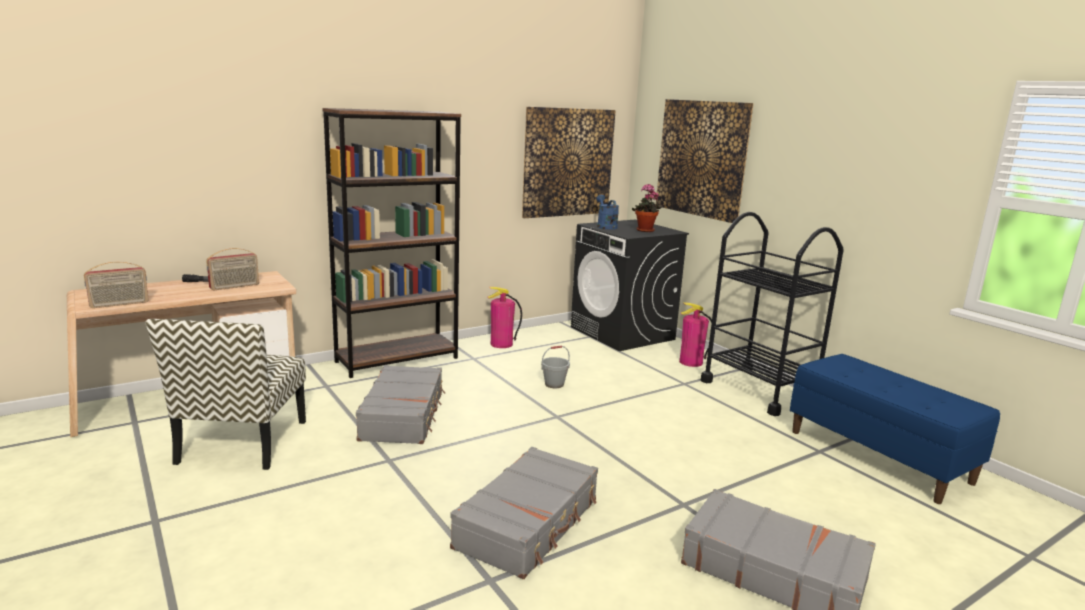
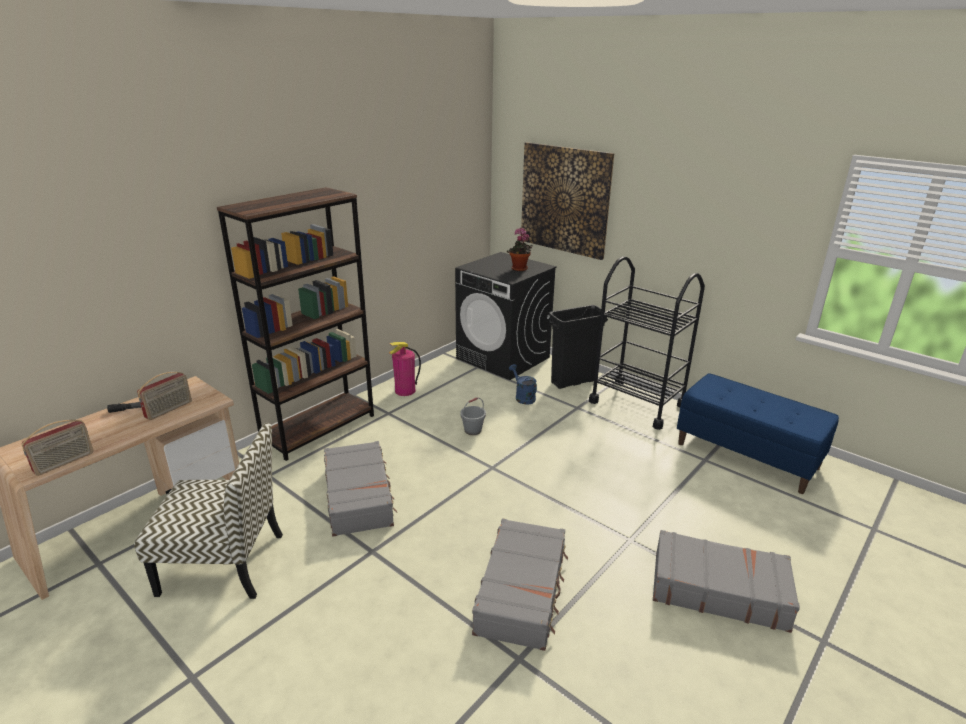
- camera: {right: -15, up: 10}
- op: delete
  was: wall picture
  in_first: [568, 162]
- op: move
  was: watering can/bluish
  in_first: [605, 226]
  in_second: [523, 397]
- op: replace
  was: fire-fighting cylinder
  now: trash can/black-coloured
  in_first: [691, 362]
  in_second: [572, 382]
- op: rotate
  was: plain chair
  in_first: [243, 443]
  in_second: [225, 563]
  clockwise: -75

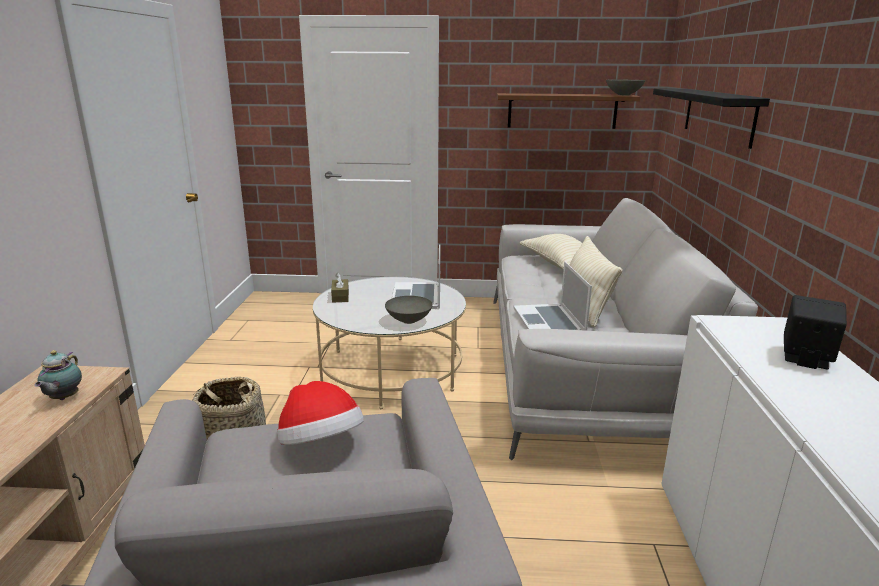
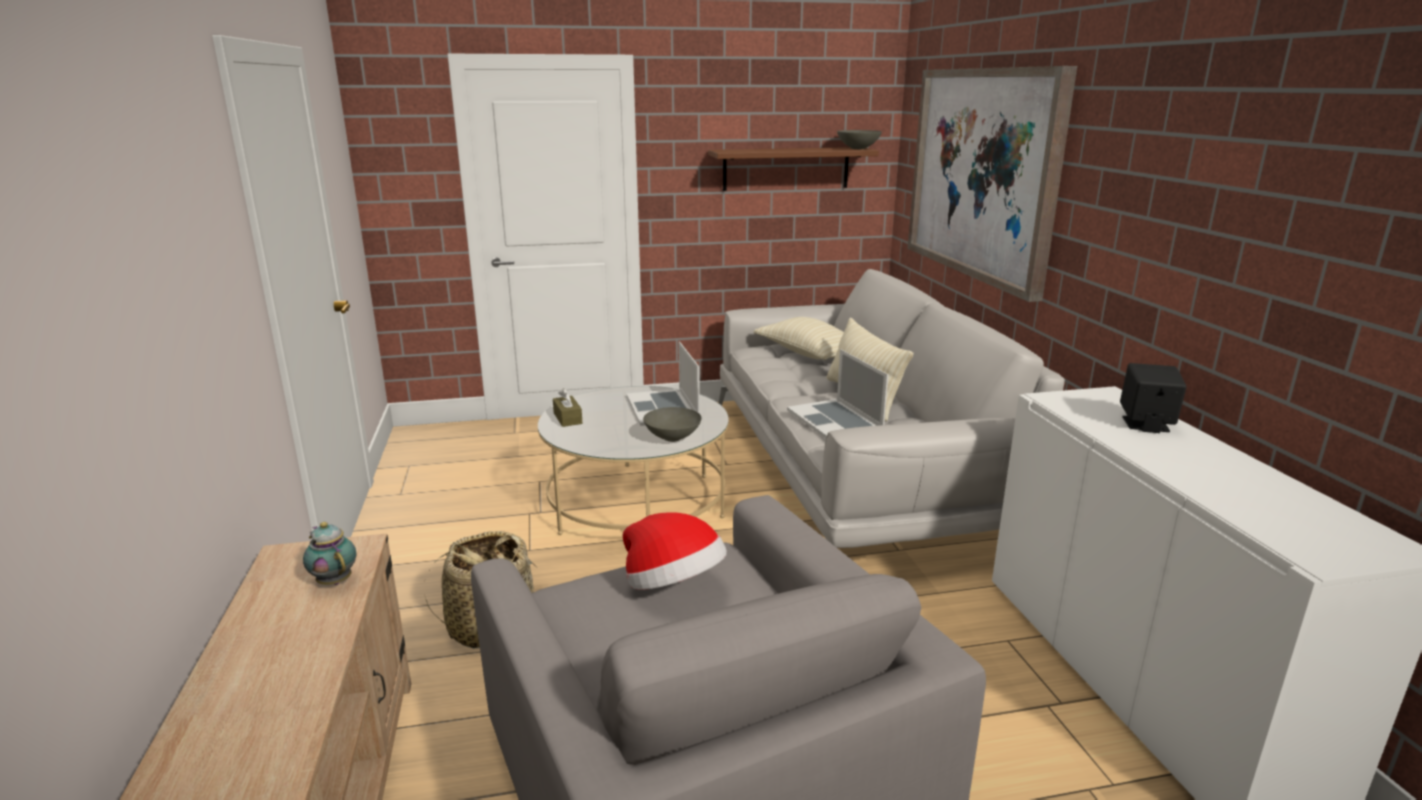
- camera: {right: -15, up: 0}
- op: replace
  was: bracket shelf/black-coloured
  now: wall picture
  in_first: [718, 115]
  in_second: [983, 174]
- op: rotate
  was: pot for tea
  in_first: [63, 398]
  in_second: [334, 580]
  clockwise: 150

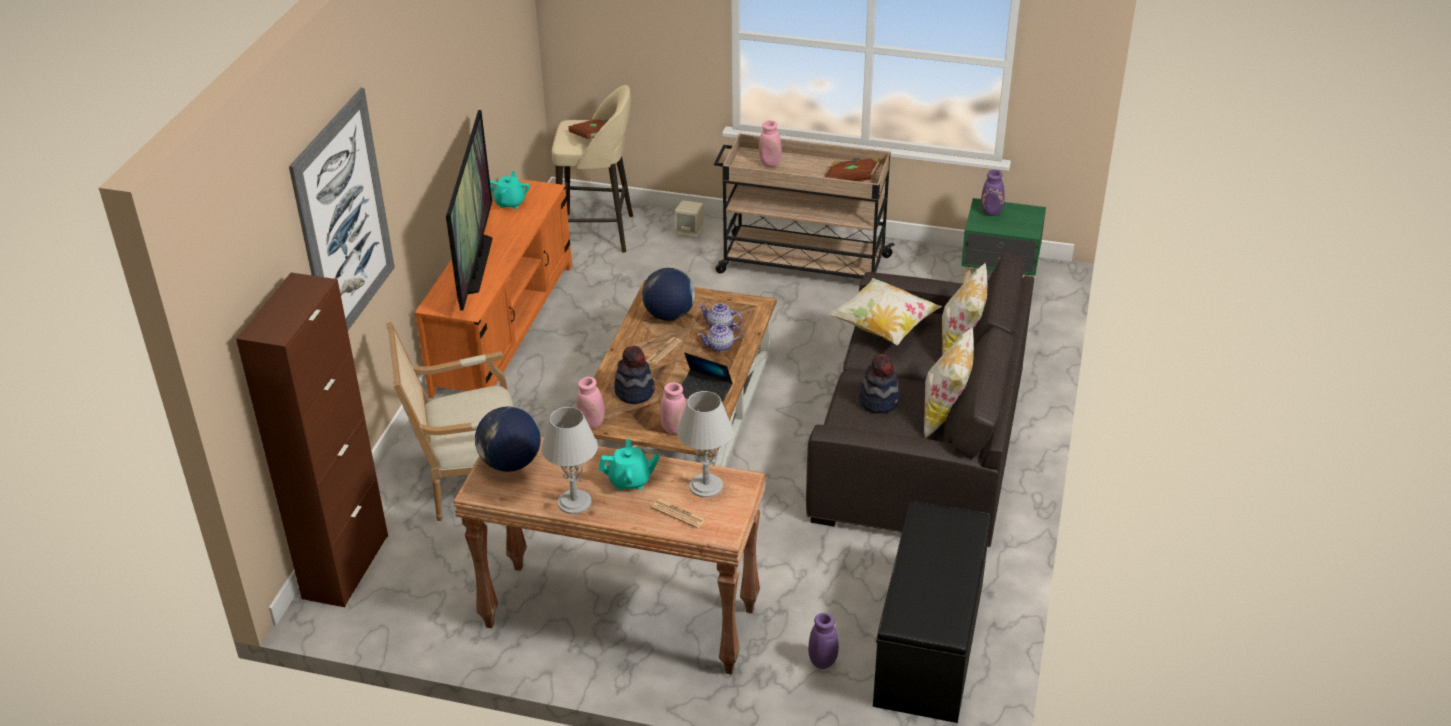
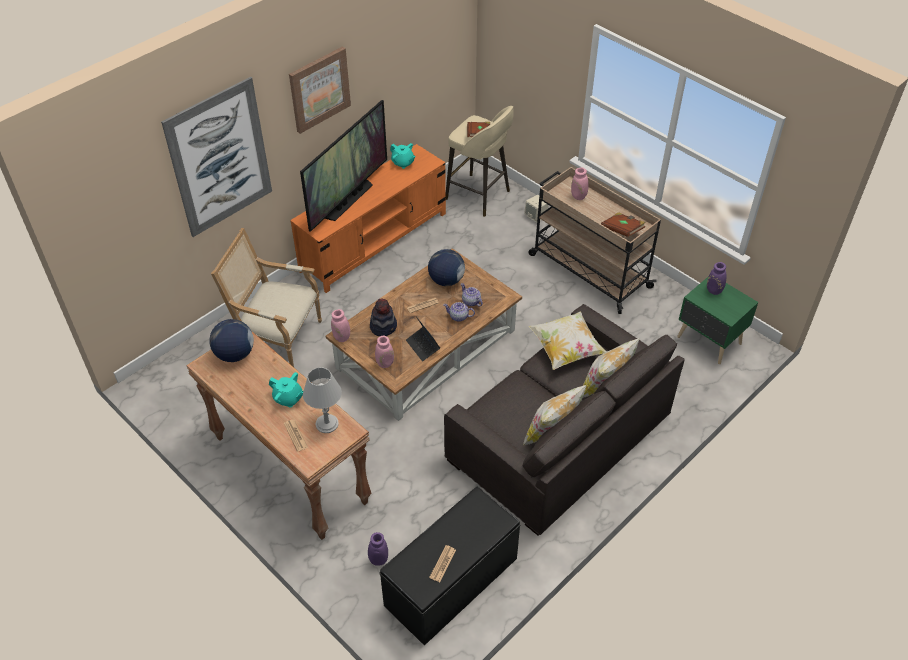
- camera: {right: 30, up: 10}
- op: rotate
  was: pot for tea/turquoise
  in_first: [510, 202]
  in_second: [403, 163]
  clockwise: 90
- op: delete
  was: storage cabinet/brown-coloured
  in_first: [346, 566]
- op: delete
  was: clothing hat
  in_first: [879, 400]
- op: delete
  was: lamp for a table/grey
  in_first: [574, 502]
- op: insert
  now: wall picture
  in_second: [319, 89]
- op: insert
  now: daily paper
  in_second: [442, 564]

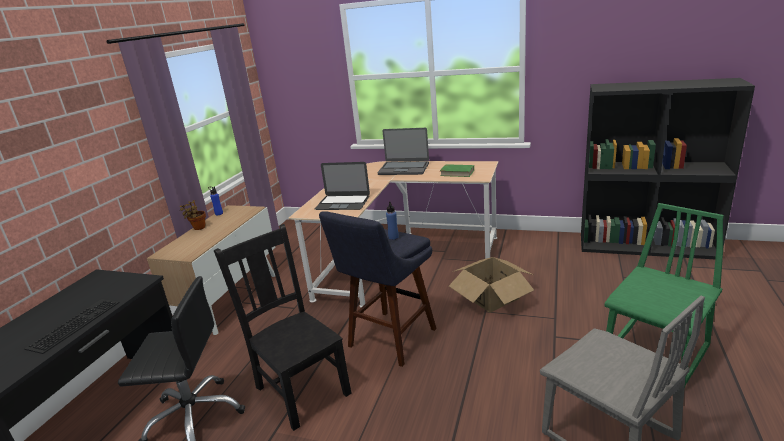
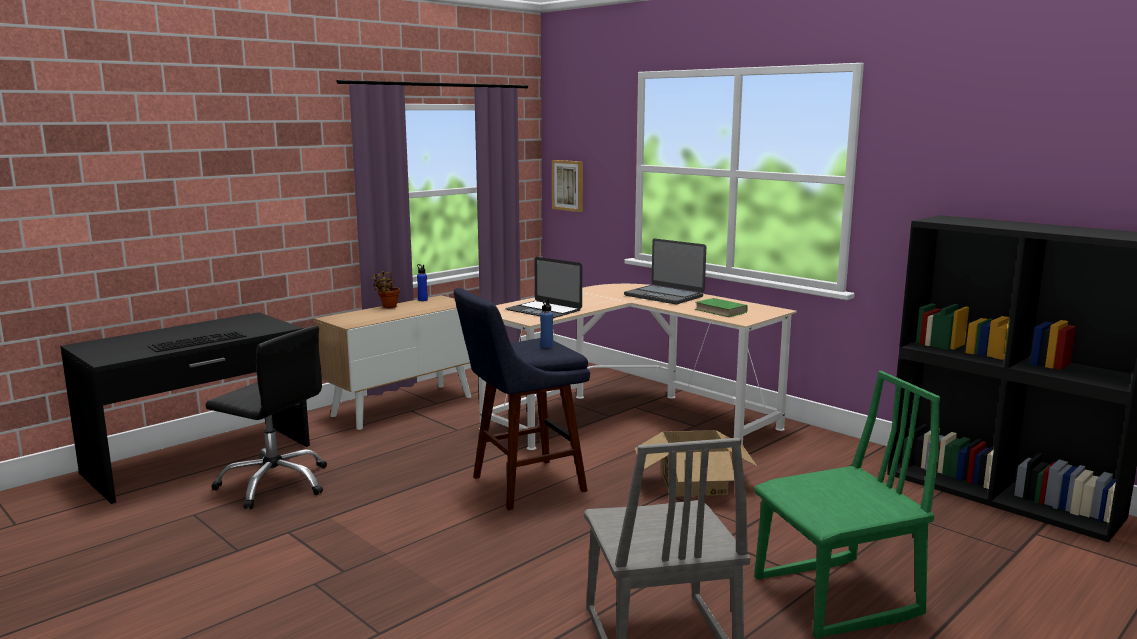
- camera: {right: 25, up: -10}
- op: delete
  was: plain chair/black-coloured
  in_first: [301, 388]
- op: insert
  now: wall picture
  in_second: [568, 185]

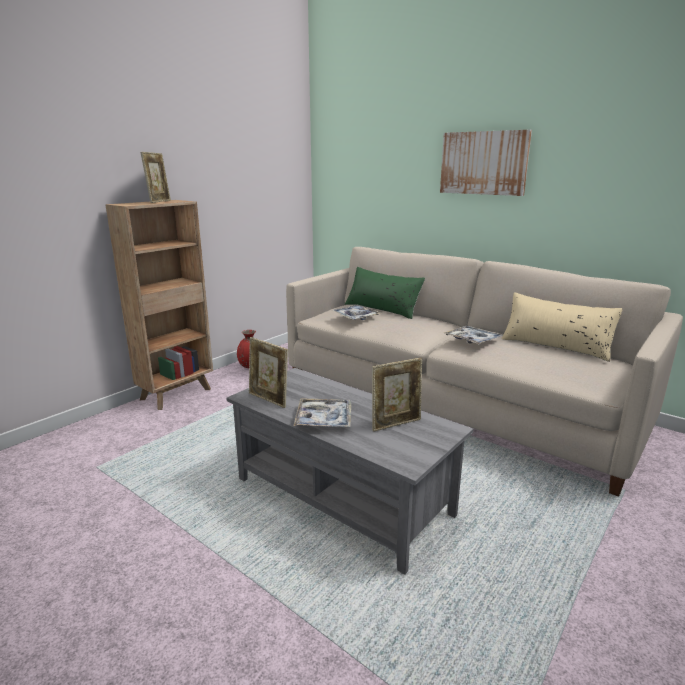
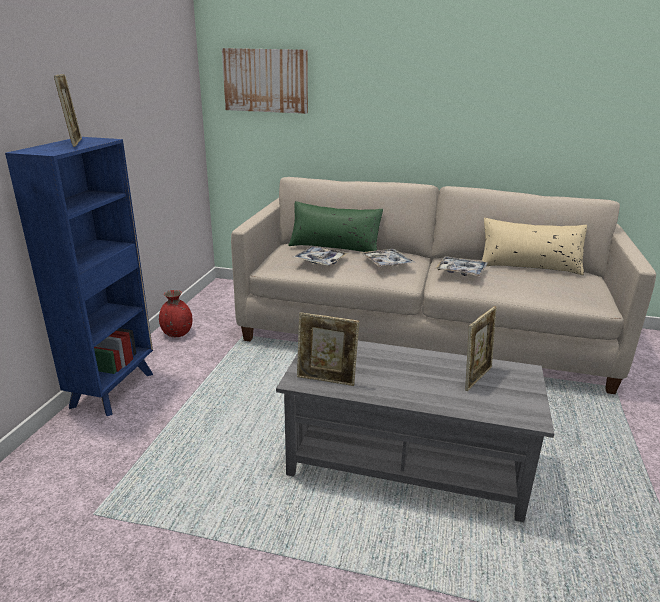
- camera: {right: -25, up: 5}
- op: move
  was: wall picture
  in_first: [483, 163]
  in_second: [266, 80]
- op: recolor
  was: shelving unit/brown-coloured
  now: shelving unit/bluish
  in_first: [177, 394]
  in_second: [114, 389]
- op: move
  was: carrying tray
  in_first: [324, 419]
  in_second: [386, 263]

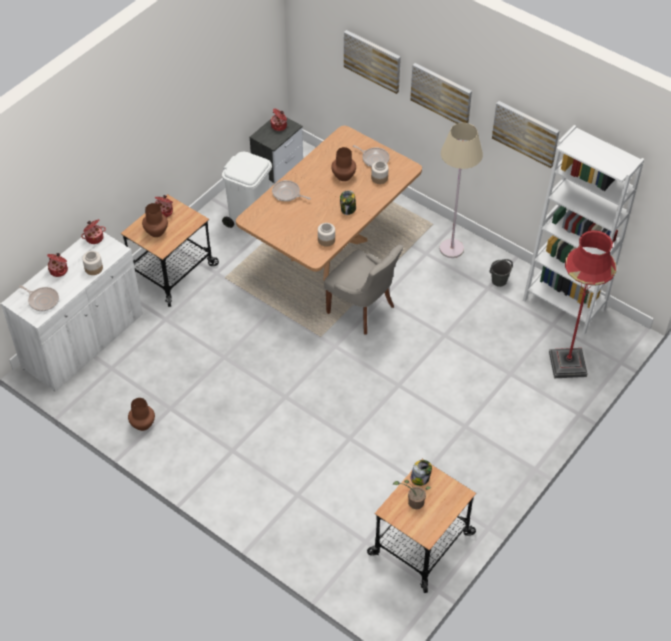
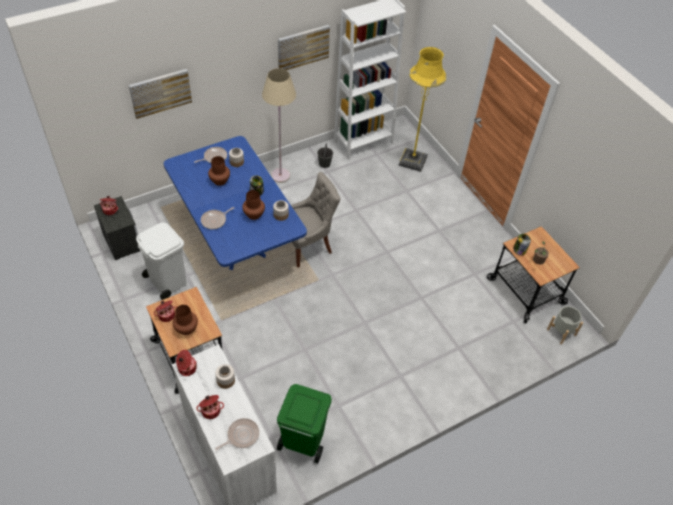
- camera: {right: -70, up: 0}
- op: delete
  was: wall picture
  in_first: [441, 94]
- op: recolor
  was: kitchen table/brown-coloured
  now: kitchen table/bluish
  in_first: [330, 250]
  in_second: [236, 242]
- op: recolor
  was: standard lamp/red-coloured
  now: standard lamp/yellowish
  in_first: [567, 364]
  in_second: [413, 161]
- op: move
  was: flower vase/brown-coloured
  in_first: [143, 424]
  in_second: [253, 214]
- op: insert
  now: plant pot/grey
  in_second: [561, 332]
- op: insert
  now: trash can/greenish
  in_second: [302, 442]

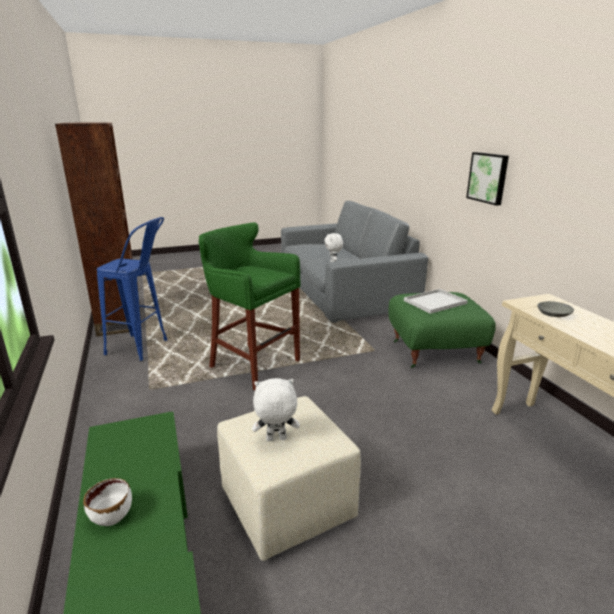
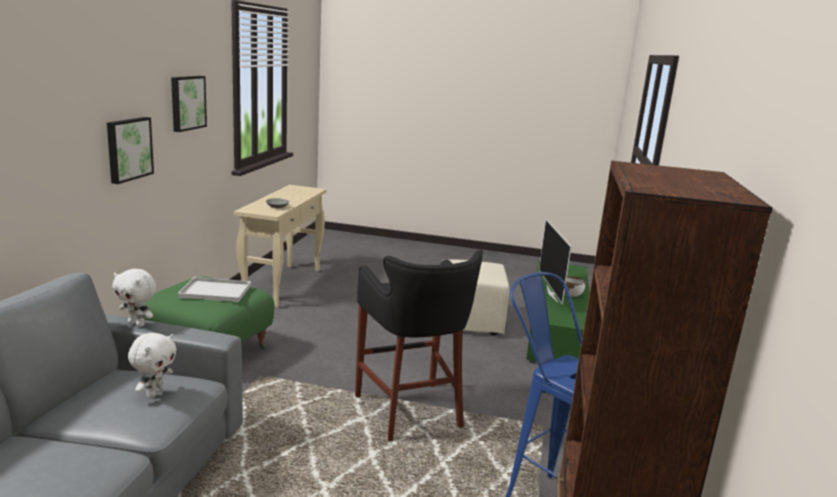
- camera: {right: -150, up: -5}
- op: recolor
  was: sitting stool/greenish
  now: sitting stool/black-coloured
  in_first: [252, 364]
  in_second: [411, 413]
- op: move
  was: soft toy/white
  in_first: [276, 440]
  in_second: [137, 324]
- op: insert
  now: wall picture
  in_second: [186, 102]
- op: insert
  now: TV
  in_second: [553, 294]

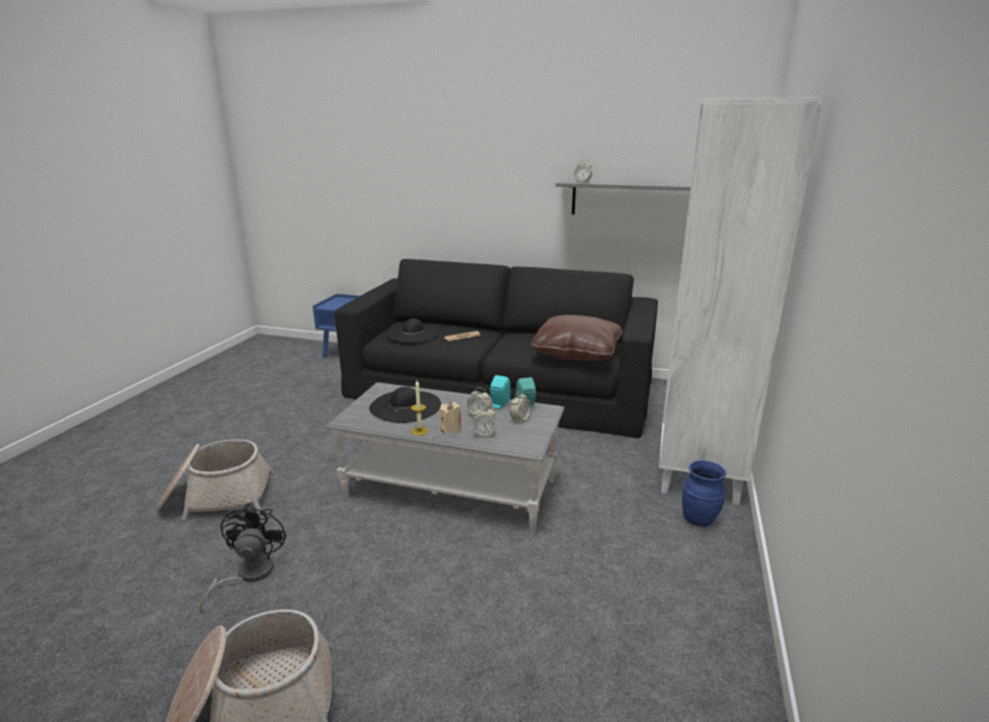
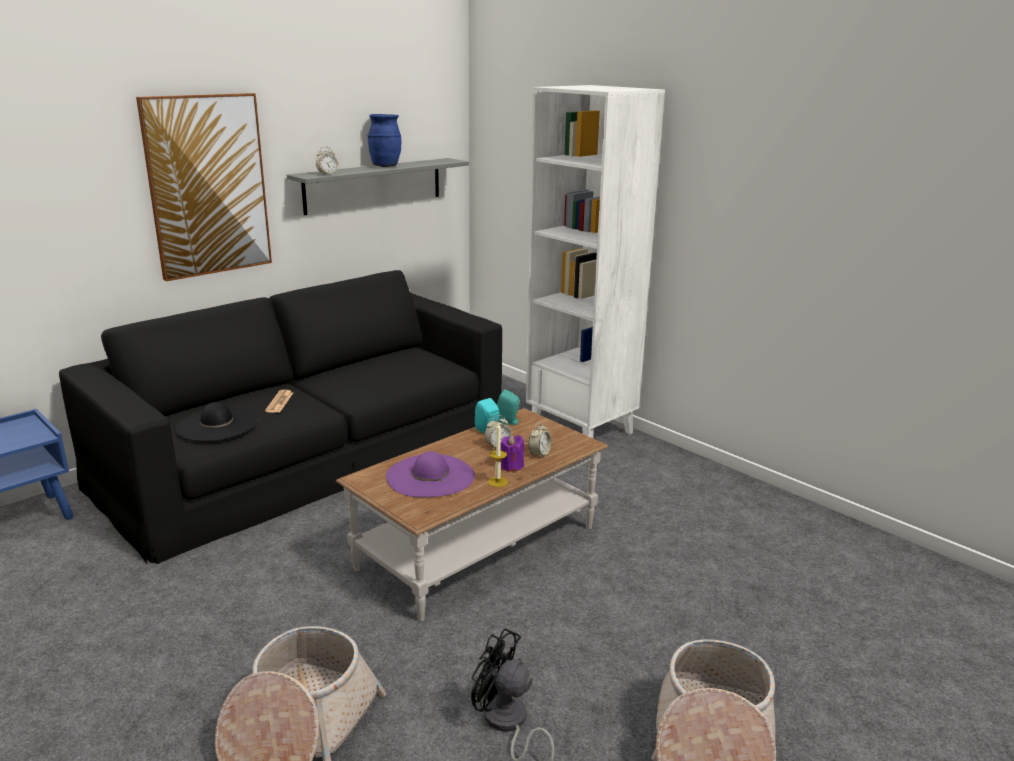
- camera: {right: -60, up: 0}
- op: delete
  was: throw pillow/brown-coloured
  in_first: [576, 353]
- op: recolor
  was: coffee table/grey
  now: coffee table/brown-coloured
  in_first: [451, 489]
  in_second: [478, 547]
- op: recolor
  was: clothing hat/black-coloured
  now: clothing hat/purple-coloured
  in_first: [405, 406]
  in_second: [430, 476]
- op: delete
  was: bedside clock
  in_first: [520, 419]
- op: recolor
  was: wax candle/beige
  now: wax candle/purple-coloured
  in_first: [451, 429]
  in_second: [511, 466]
- op: move
  was: flower vase/bluish
  in_first: [698, 519]
  in_second: [385, 166]
- op: insert
  now: wall picture
  in_second: [207, 186]

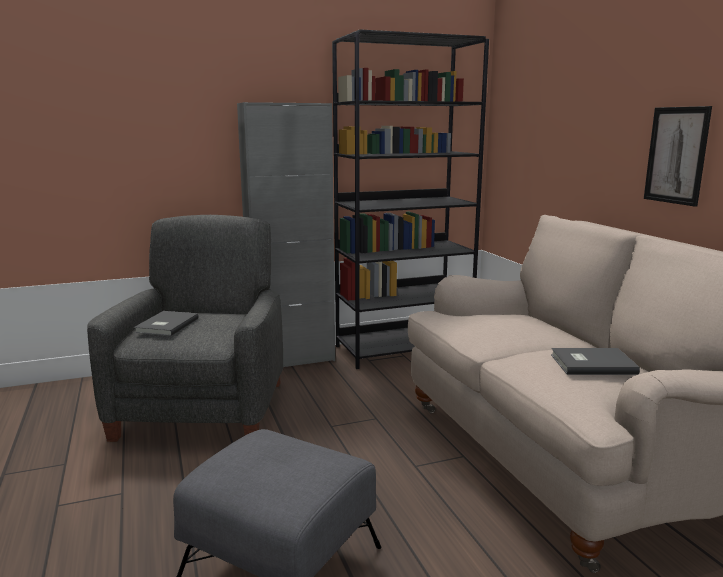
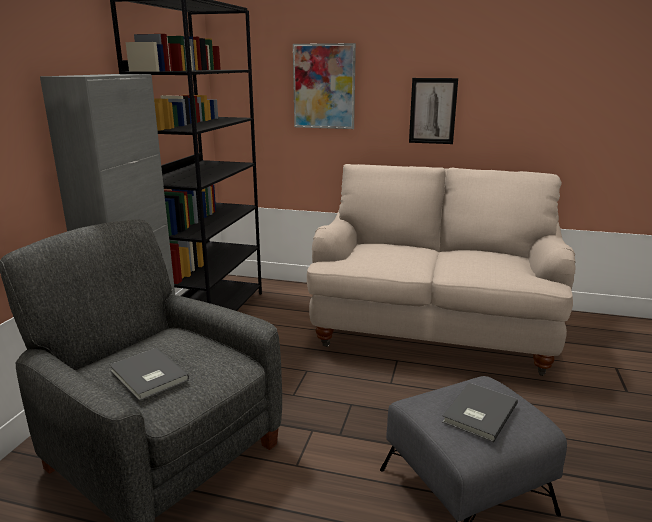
- camera: {right: -55, up: 5}
- op: move
  was: volume/grey
  in_first: [591, 363]
  in_second: [477, 413]
- op: insert
  now: wall picture
  in_second: [324, 86]

